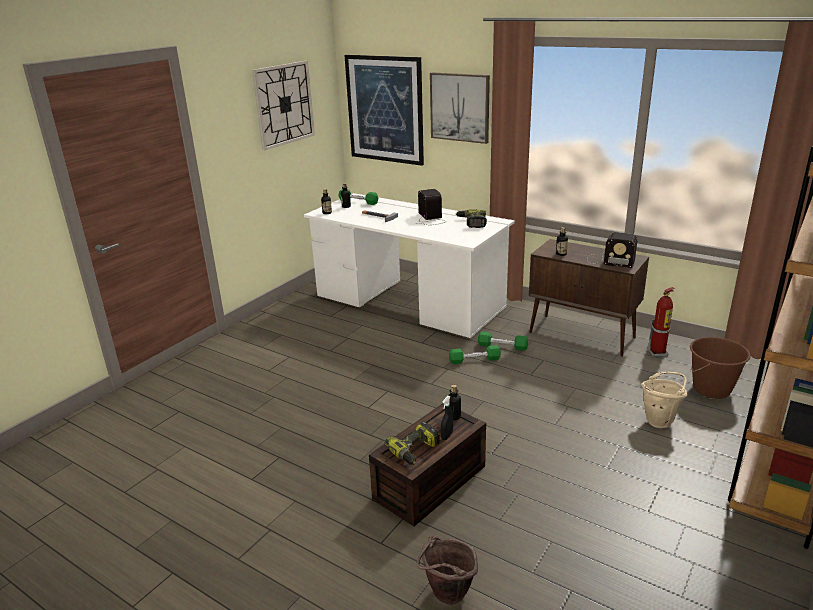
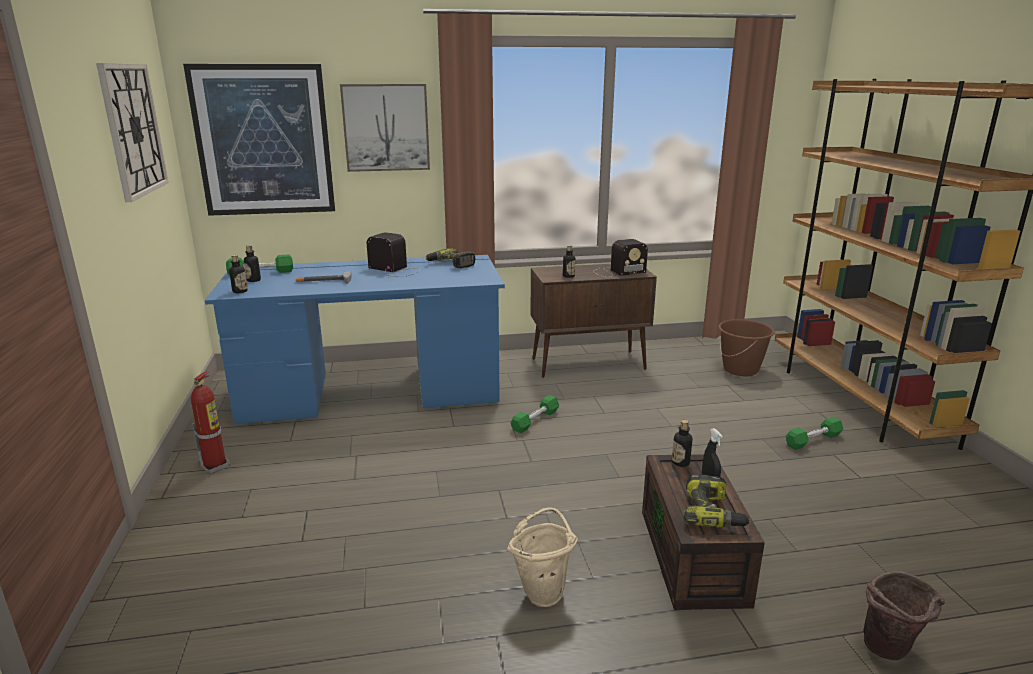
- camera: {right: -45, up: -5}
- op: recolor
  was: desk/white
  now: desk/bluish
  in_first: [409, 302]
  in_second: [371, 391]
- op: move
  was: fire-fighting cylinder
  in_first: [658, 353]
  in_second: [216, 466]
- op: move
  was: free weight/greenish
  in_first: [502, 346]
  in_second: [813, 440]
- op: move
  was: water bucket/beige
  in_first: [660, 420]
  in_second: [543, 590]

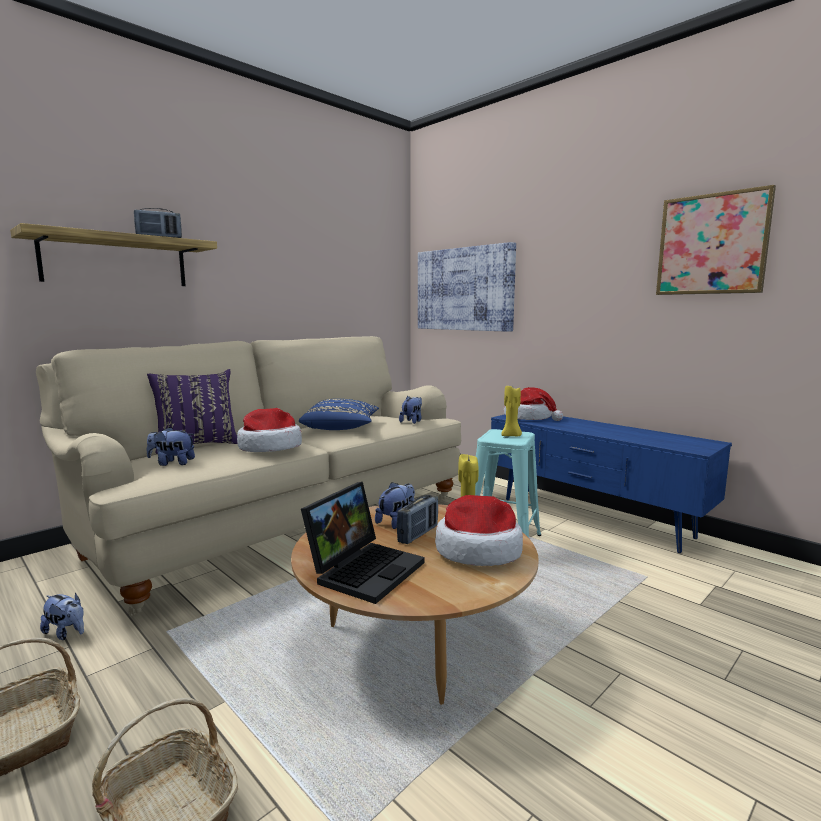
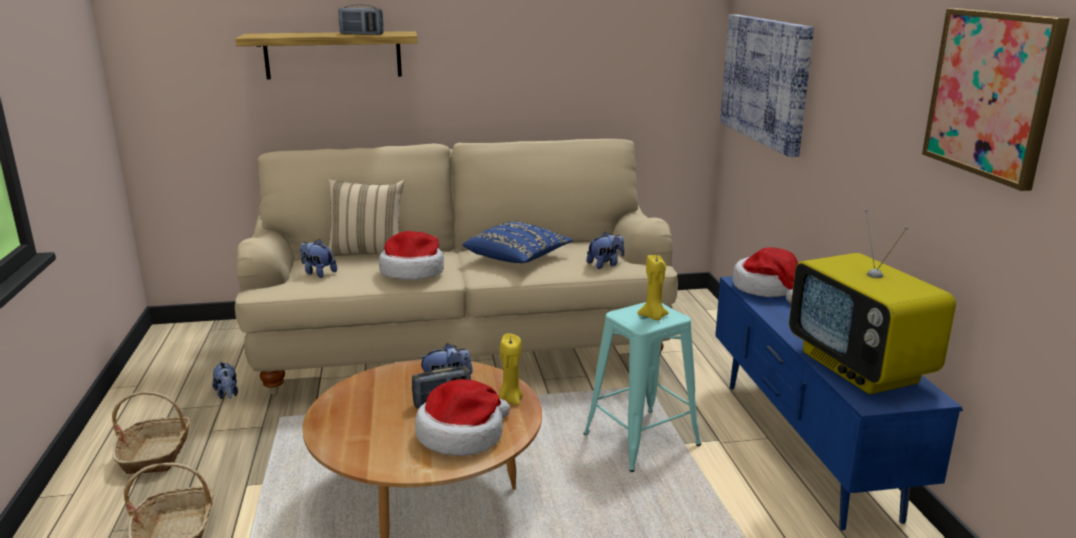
- camera: {right: 35, up: 10}
- op: recolor
  was: throw pillow/purple-coloured
  now: throw pillow/beige
  in_first: [197, 445]
  in_second: [368, 253]
- op: delete
  was: portable computer
  in_first: [365, 569]
- op: insert
  now: TV
  in_second: [861, 368]

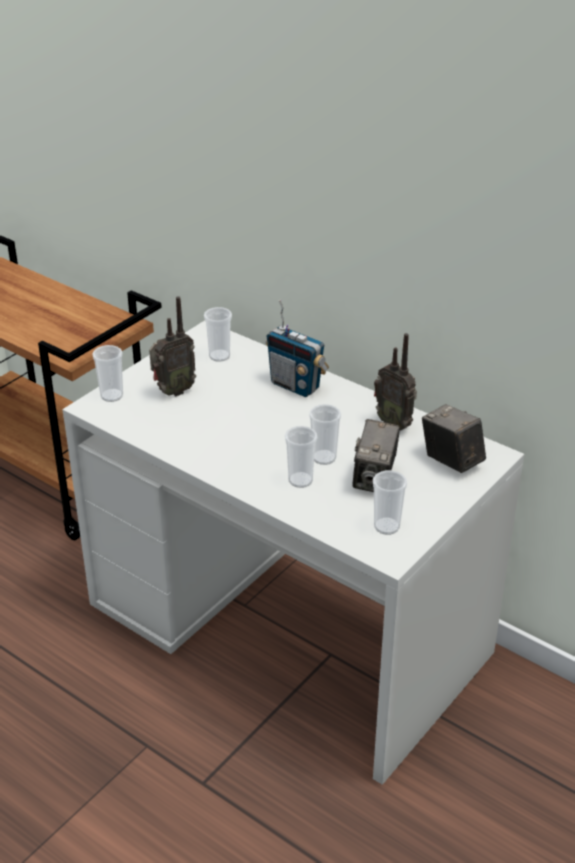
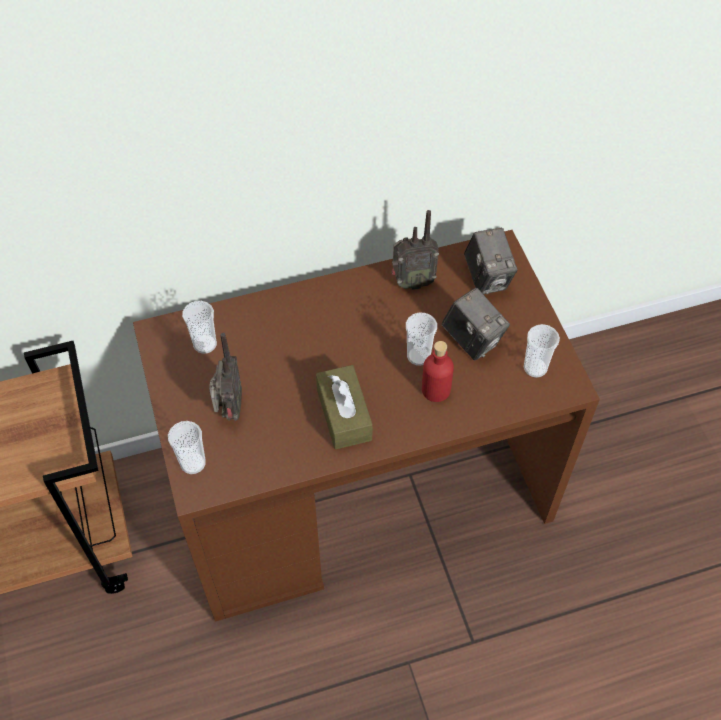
- camera: {right: -55, up: 20}
- op: delete
  was: radio receiver
  in_first: [295, 385]
- op: recolor
  was: desk/white
  now: desk/brown-coloured
  in_first: [287, 627]
  in_second: [360, 486]
- op: rotate
  was: still camera
  in_first: [451, 461]
  in_second: [487, 278]
  clockwise: -105
- op: replace
  was: small cup
  now: bottle/red-coloured
  in_first: [300, 480]
  in_second: [435, 390]
- op: insert
  now: box of tissues/brown-coloured
  in_second: [344, 414]

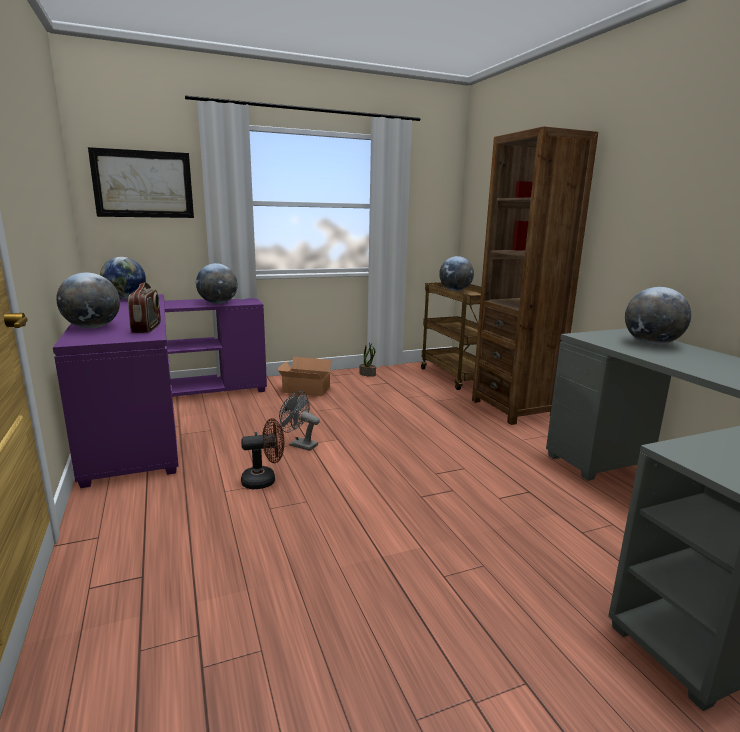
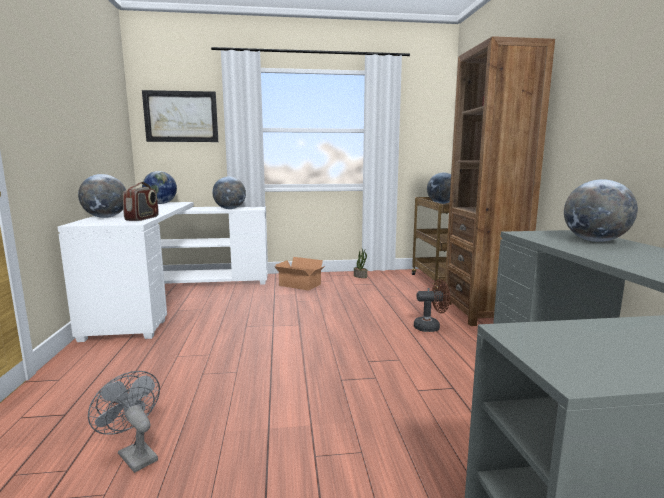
- camera: {right: 15, up: -5}
- op: recolor
  was: desk/purple-coloured
  now: desk/white
  in_first: [161, 415]
  in_second: [174, 295]
- op: move
  was: cooling fan/grey
  in_first: [299, 445]
  in_second: [134, 454]
- op: move
  was: cooling fan/brown-coloured
  in_first: [264, 480]
  in_second: [431, 327]

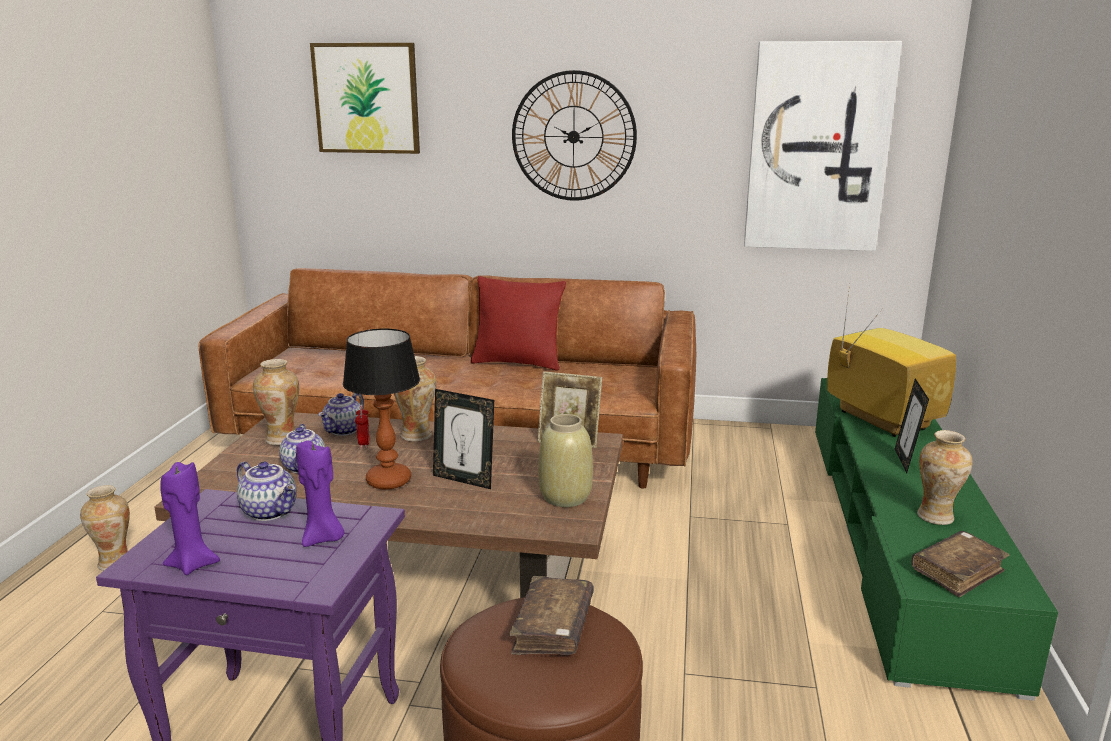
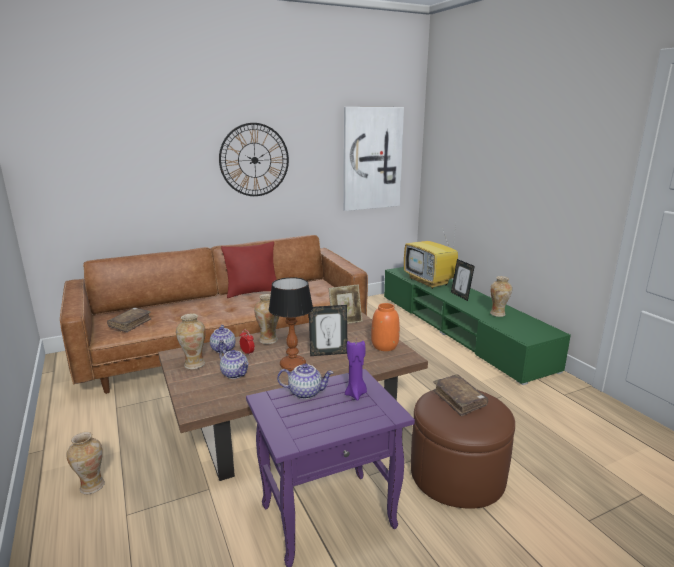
- camera: {right: -35, up: 0}
- op: delete
  was: wall picture
  in_first: [366, 98]
- op: rotate
  was: TV
  in_first: [879, 420]
  in_second: [430, 282]
  clockwise: -150
- op: recolor
  was: flower vase/beige
  now: flower vase/orange
  in_first: [564, 497]
  in_second: [384, 346]
- op: delete
  was: wax candle/purple-coloured
  in_first: [193, 564]
- op: move
  was: volume/brown-coloured
  in_first: [957, 572]
  in_second: [130, 324]

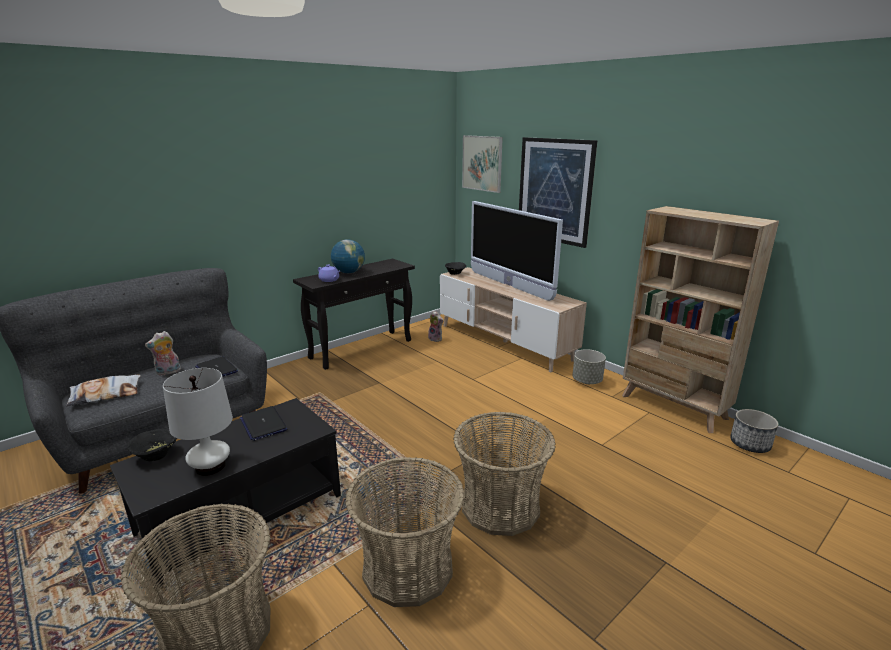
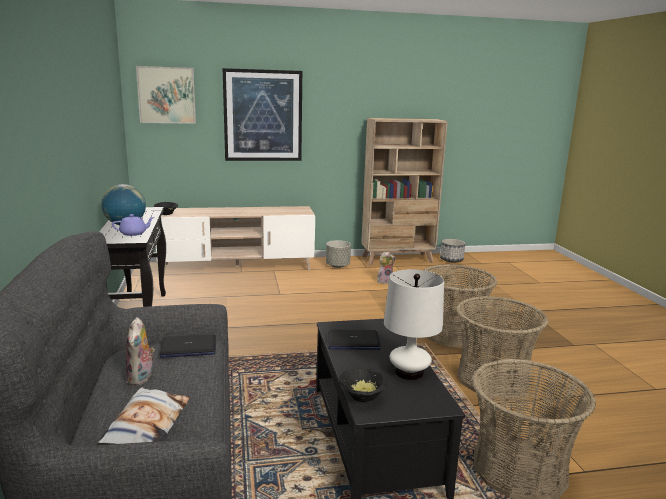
- camera: {right: -60, up: -5}
- op: delete
  was: TV
  in_first: [509, 285]
- op: move
  was: soft toy
  in_first: [436, 339]
  in_second: [384, 281]

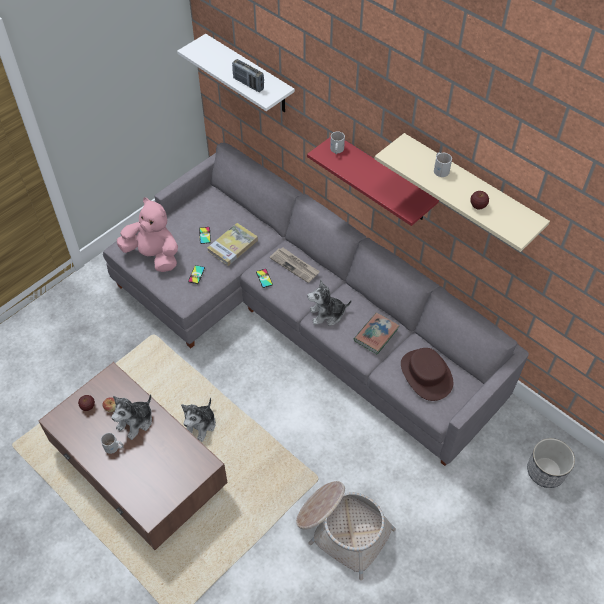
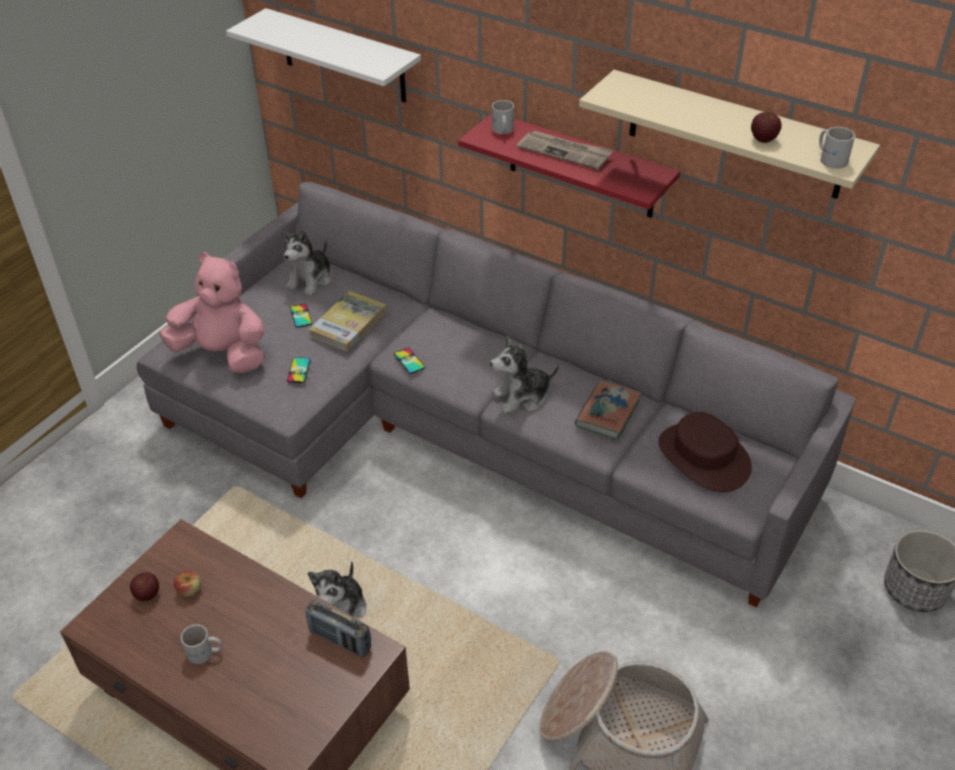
- camera: {right: -10, up: -10}
- op: move
  was: radio receiver
  in_first: [248, 84]
  in_second: [340, 640]
- op: move
  was: tea mug/white
  in_first: [440, 169]
  in_second: [831, 158]
- op: move
  was: daily paper
  in_first: [295, 265]
  in_second: [565, 152]
- op: move
  was: soft toy
  in_first: [136, 422]
  in_second: [311, 279]

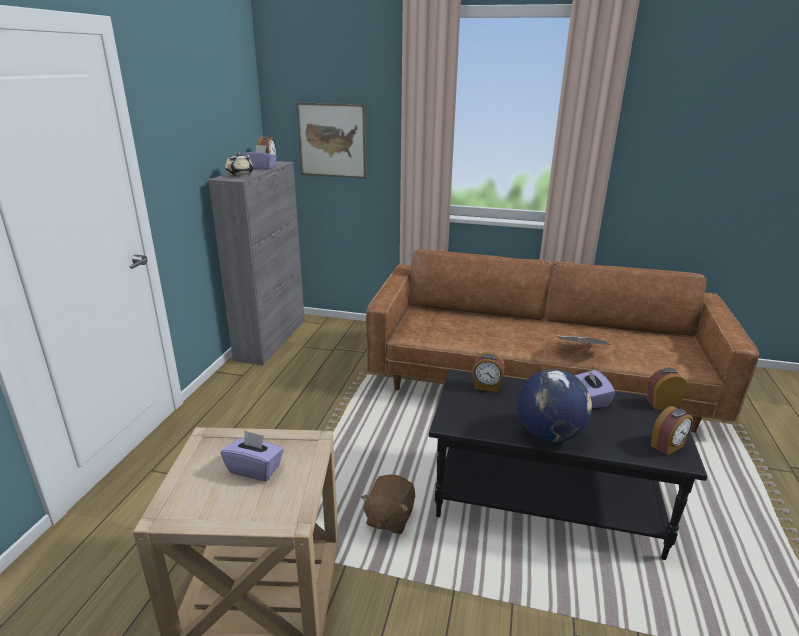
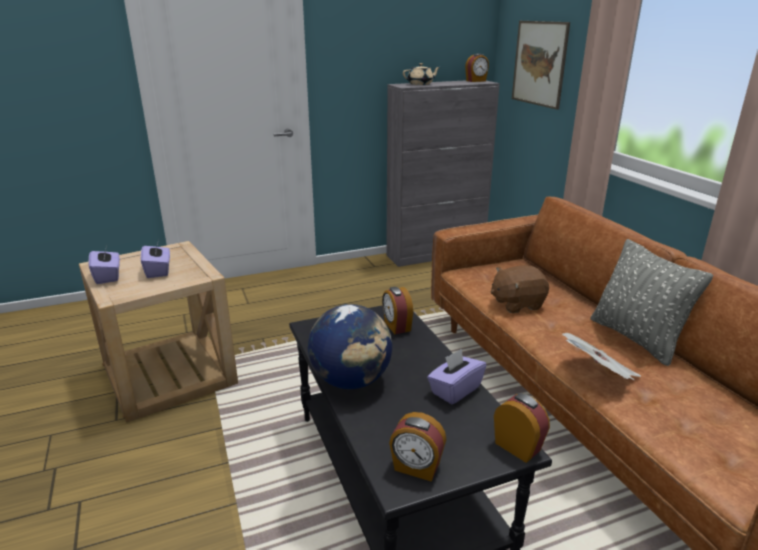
- camera: {right: 55, up: 0}
- op: move
  was: box of tissues/purple-coloured
  in_first: [261, 168]
  in_second: [108, 276]
- op: move
  was: soft toy/brown-coloured
  in_first: [389, 517]
  in_second: [517, 304]
- op: insert
  now: throw pillow/grey
  in_second: [636, 338]

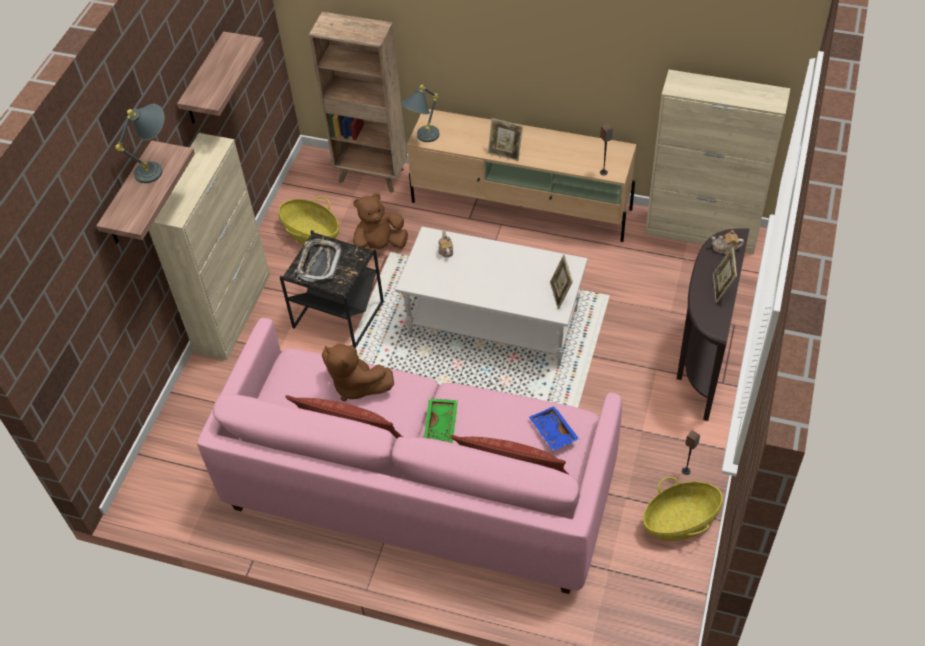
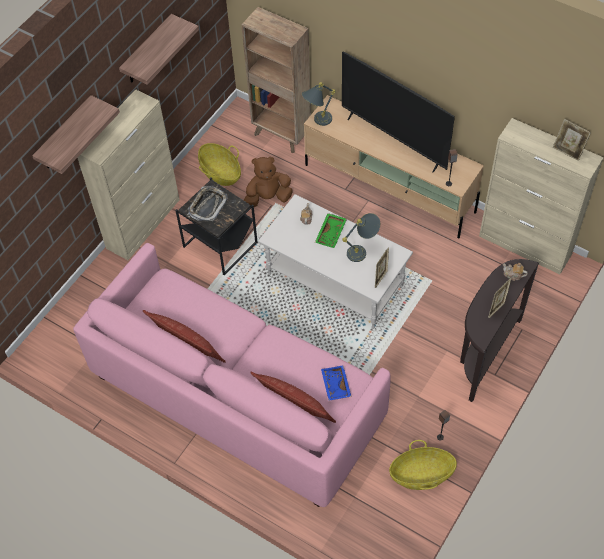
- camera: {right: 15, up: 5}
- op: move
  was: lamp for a table/grey
  in_first: [157, 168]
  in_second: [363, 251]
- op: move
  was: standing frame
  in_first: [505, 153]
  in_second: [568, 150]
- op: delete
  was: soft toy/brown-coloured
  in_first: [356, 385]
- op: move
  was: carrying tray/greenish
  in_first: [442, 426]
  in_second: [331, 234]
- op: insert
  now: TV
  in_second: [394, 141]

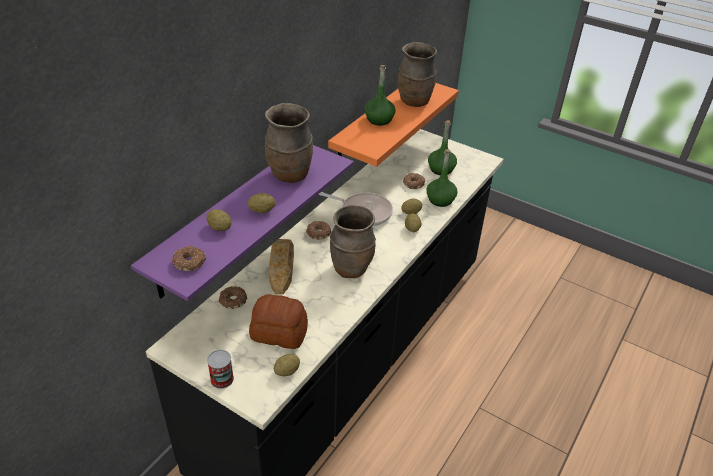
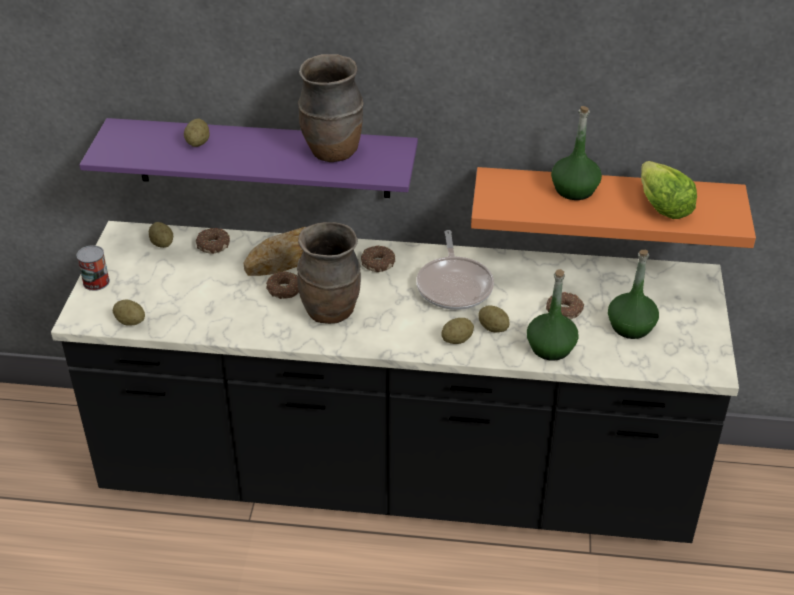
- camera: {right: 65, up: 0}
- op: replace
  was: flower vase/brown-coloured
  now: lettuce head
  in_first: [414, 102]
  in_second: [662, 206]
- op: move
  was: whole potato
  in_first: [262, 210]
  in_second: [162, 244]
- op: move
  was: ring doughnut
  in_first: [190, 263]
  in_second: [284, 290]
- op: delete
  was: bread
  in_first: [279, 332]

